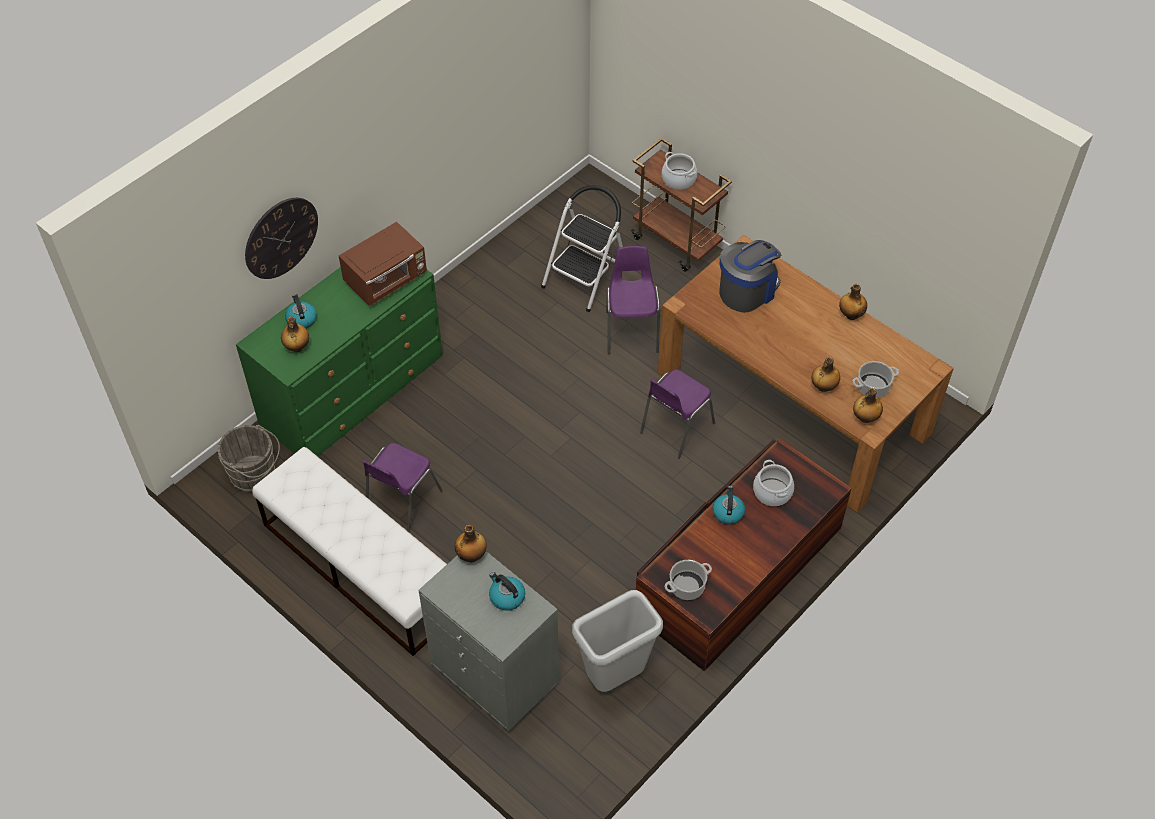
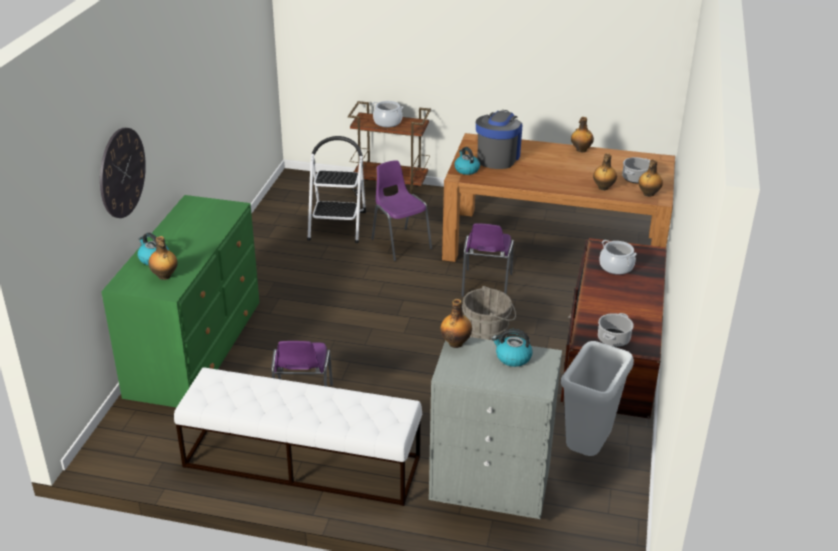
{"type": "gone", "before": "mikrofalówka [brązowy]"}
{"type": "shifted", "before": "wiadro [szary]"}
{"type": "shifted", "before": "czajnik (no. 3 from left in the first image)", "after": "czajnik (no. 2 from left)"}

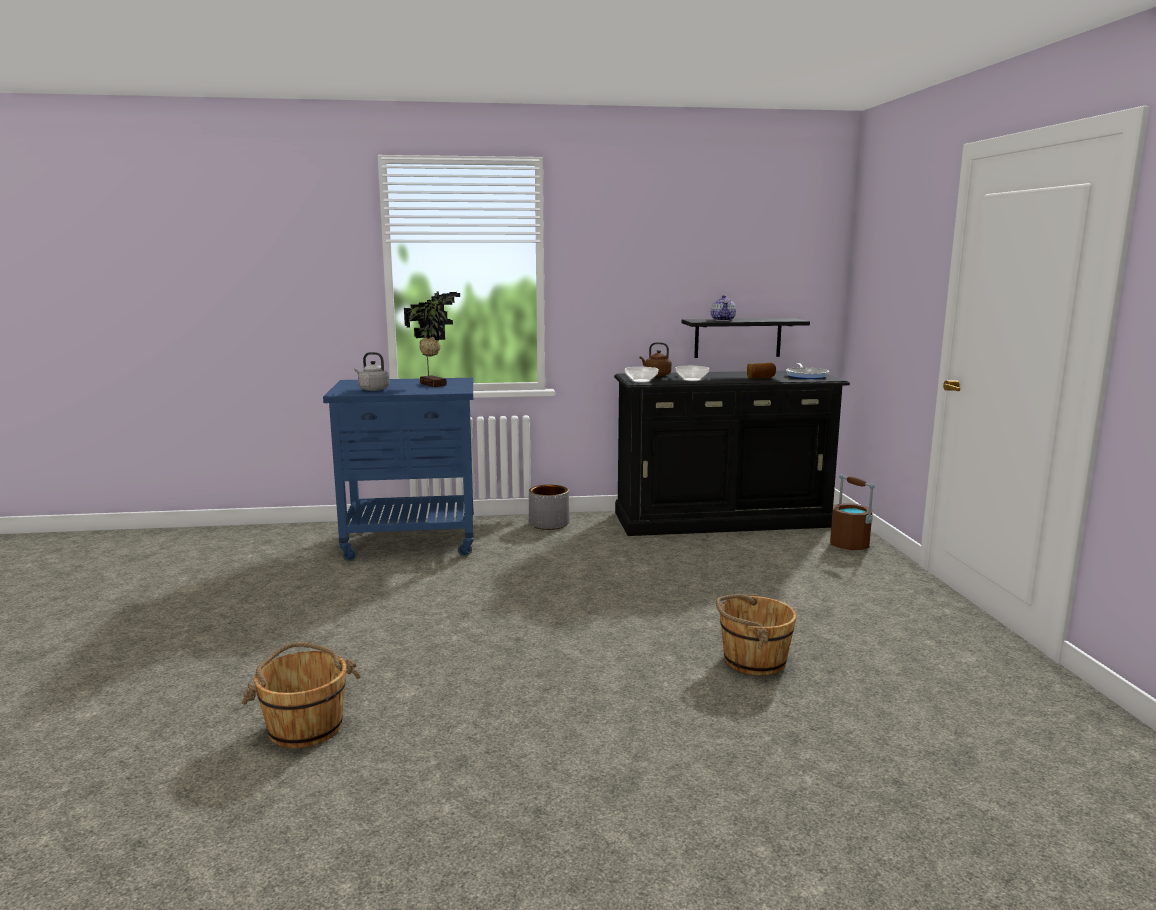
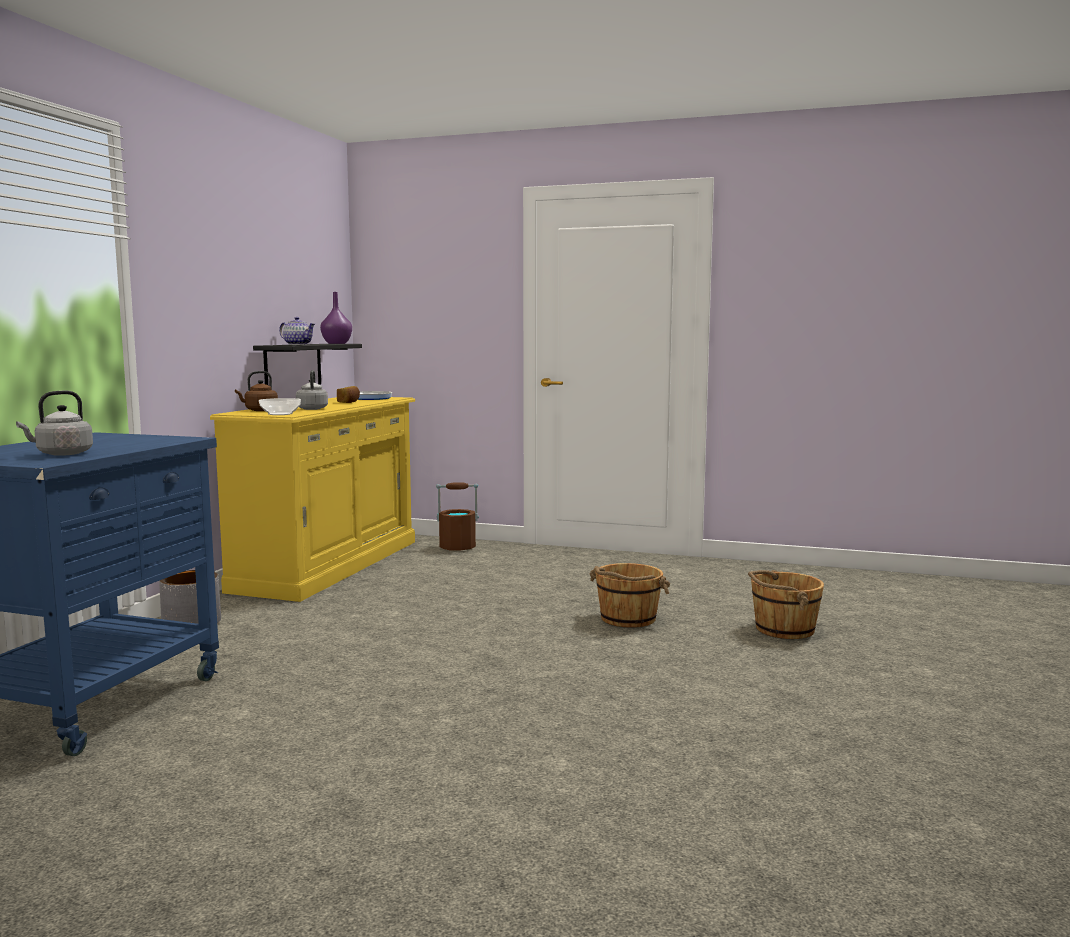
{"type": "gone", "before": "roślina doniczkowa"}
{"type": "new", "after": "wazon [fioletowy]"}
{"type": "shifted", "before": "wiadro [brązowy] (no. 1 from left in the first image)", "after": "wiadro [brązowy] (no. 3 from left)"}
{"type": "swapped", "before": "miska (no. 2 from left)", "after": "czajnik [szary] (no. 2 from left)"}
{"type": "repainted", "before": "szafka [czarny]", "after": "szafka [żółty]"}

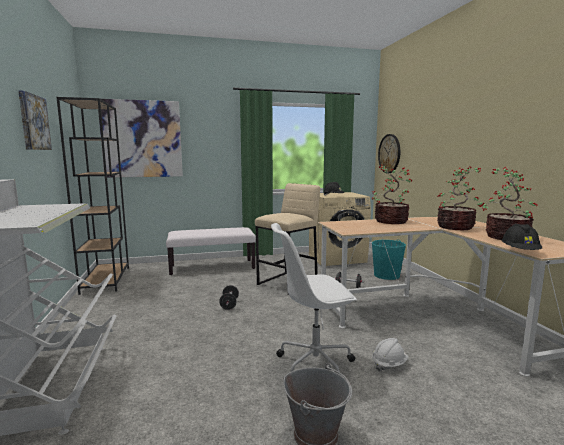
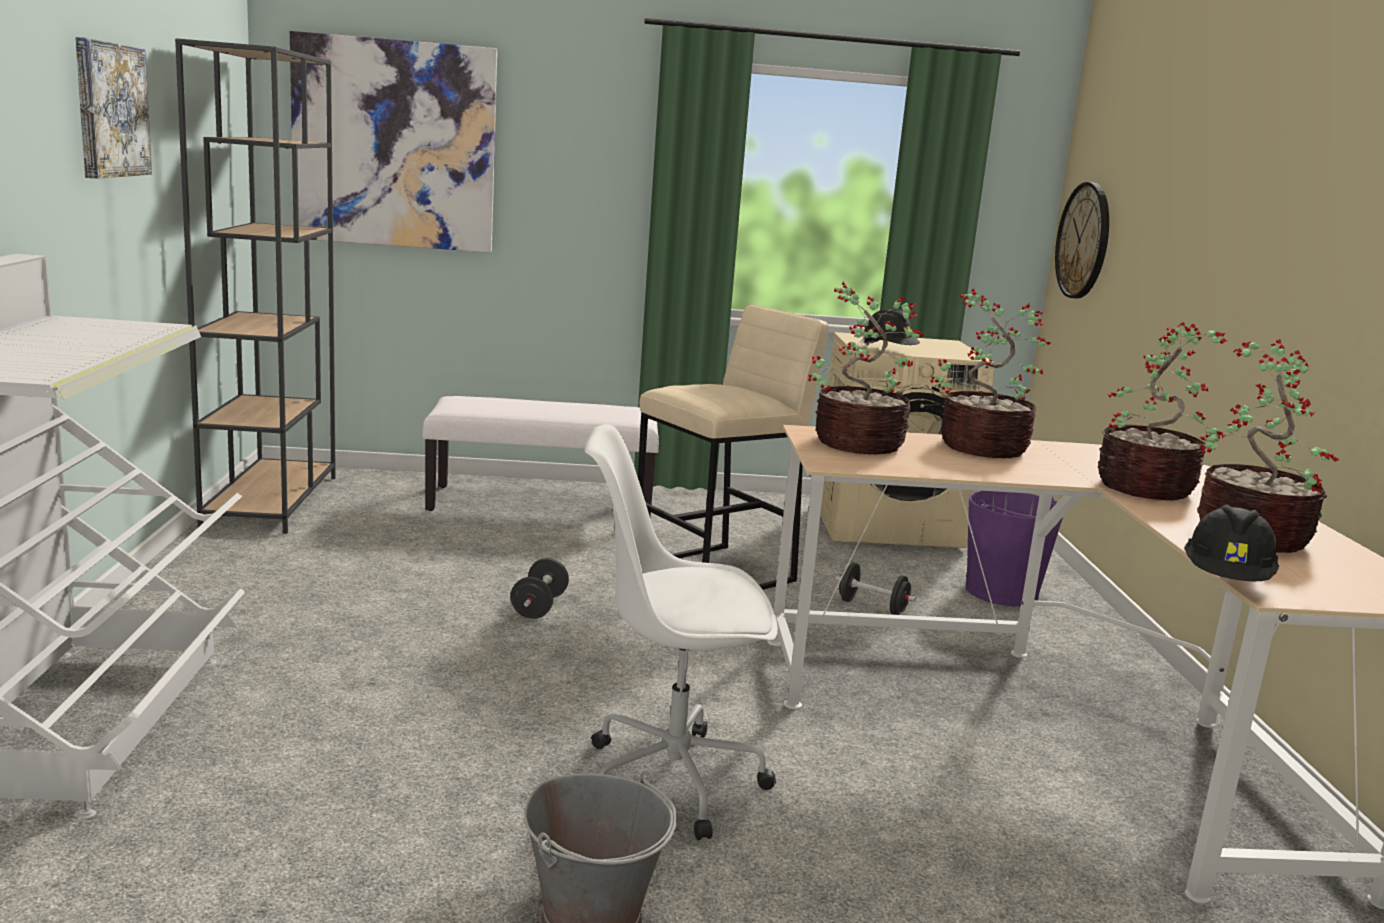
{"type": "gone", "before": "kask [biały]"}
{"type": "new", "after": "roślina doniczkowa (no. 1 from left)"}
{"type": "repainted", "before": "wiadro [turkusowy]", "after": "wiadro [fioletowy]"}

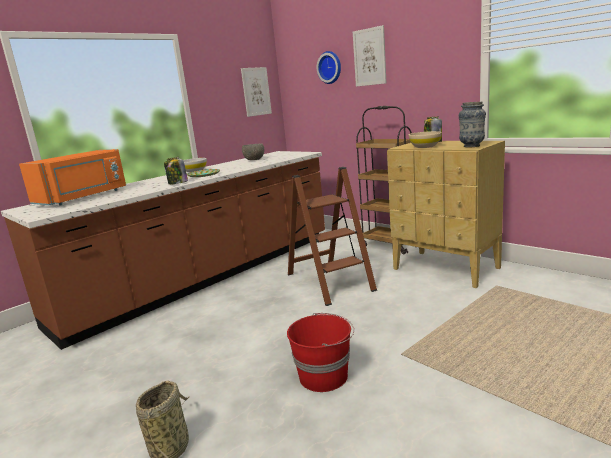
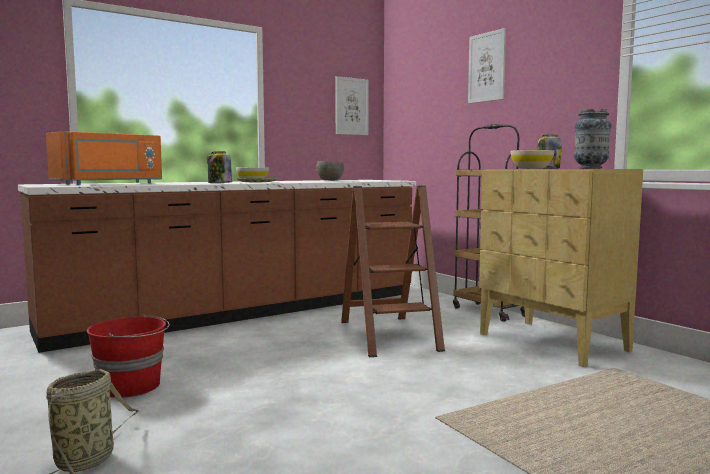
{"type": "gone", "before": "zegar ścienny"}
{"type": "shifted", "before": "wiadro [czerwony]"}

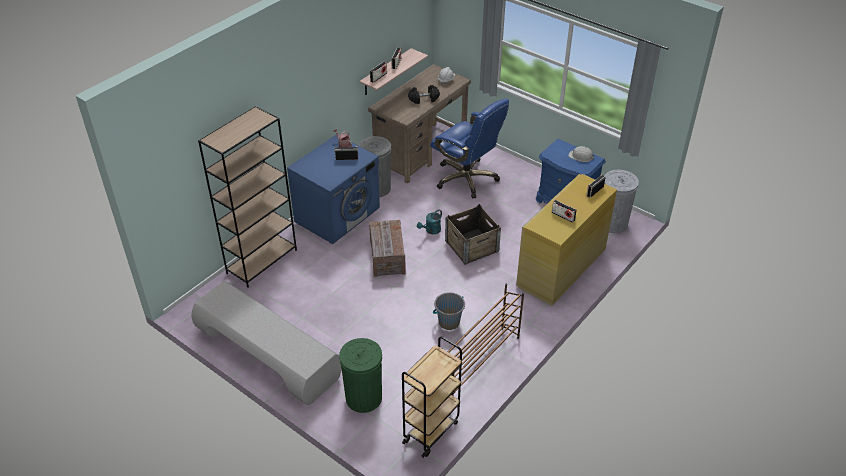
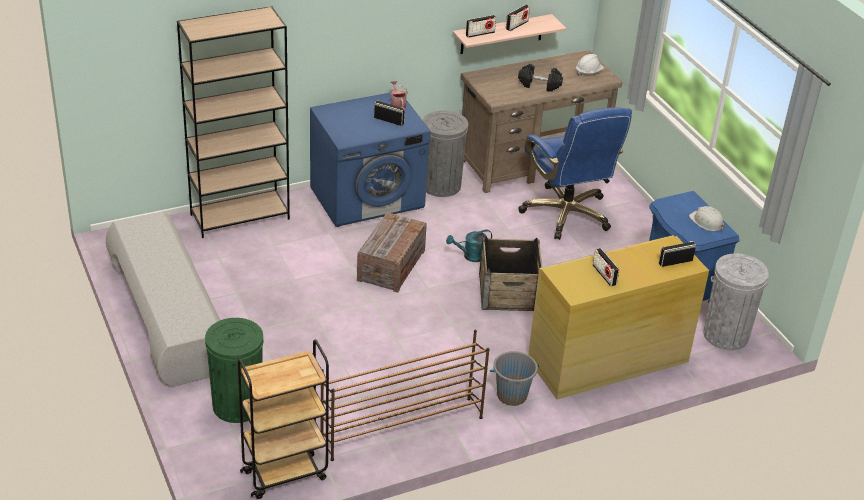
{"type": "shifted", "before": "wiadro [szary]"}

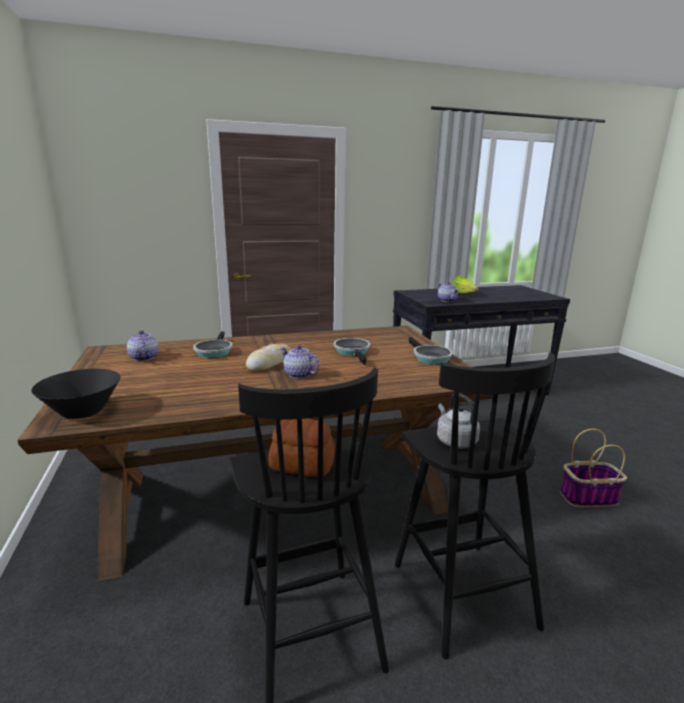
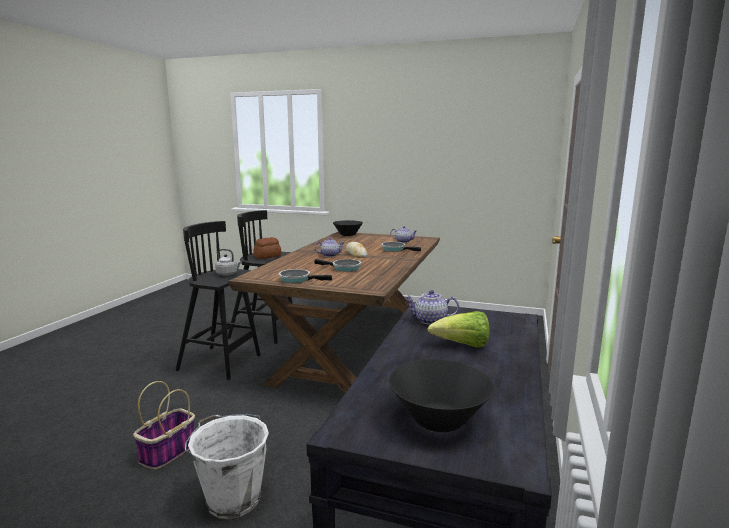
{"type": "new", "after": "wiadro [biały]"}
{"type": "new", "after": "miska [czarny] (no. 2 from left)"}

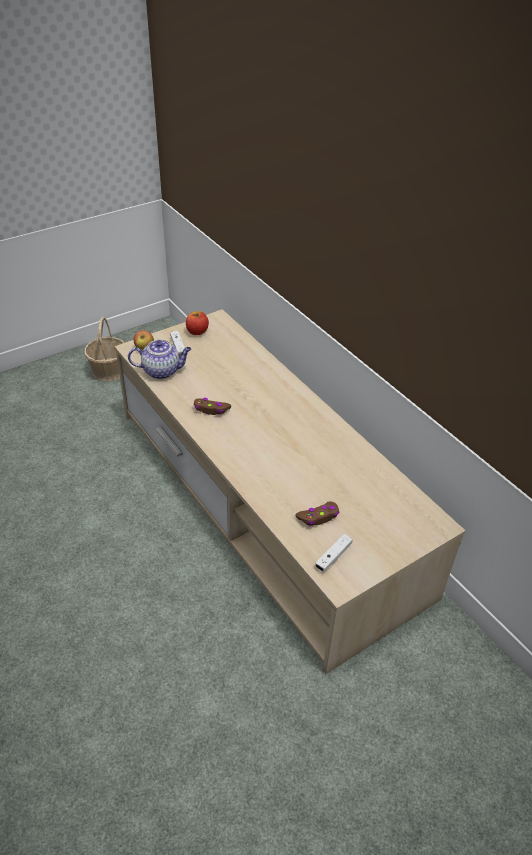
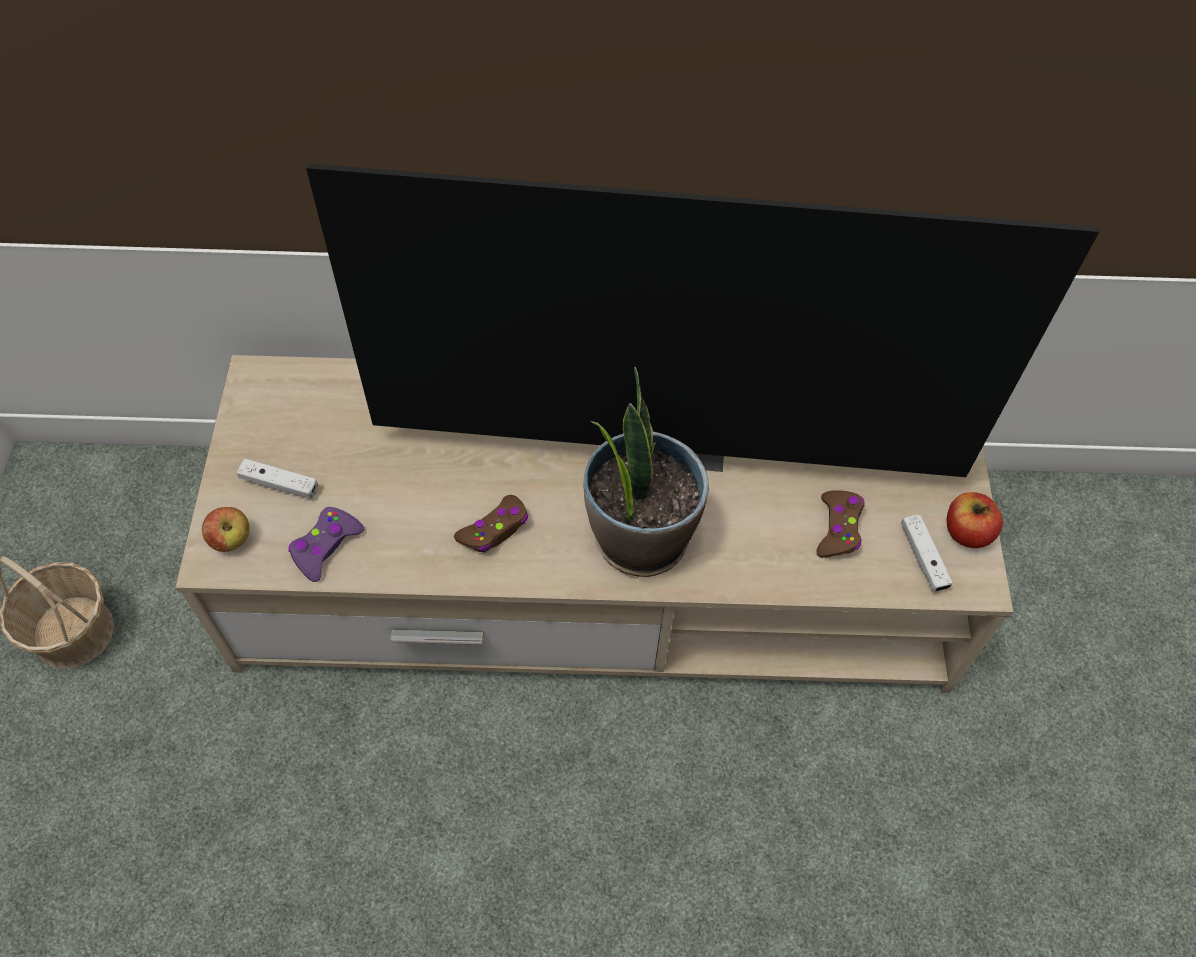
{"type": "new", "after": "telewizor"}
{"type": "new", "after": "roślina doniczkowa"}
{"type": "shifted", "before": "jabłko (no. 2 from left)"}
{"type": "swapped", "before": "imbryk", "after": "pad do gier [fioletowy]"}

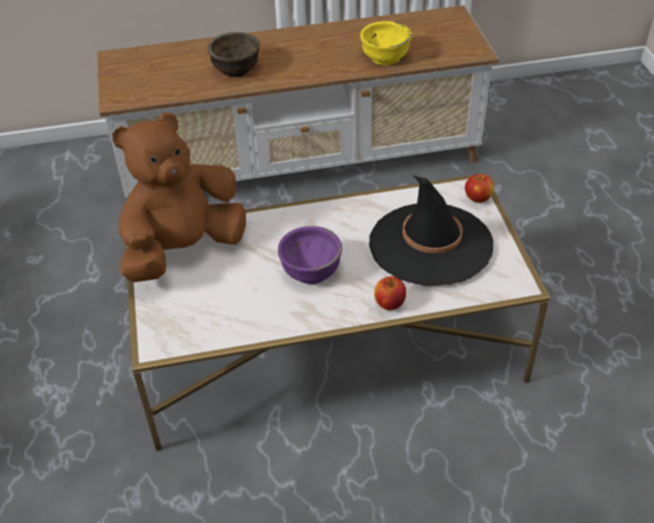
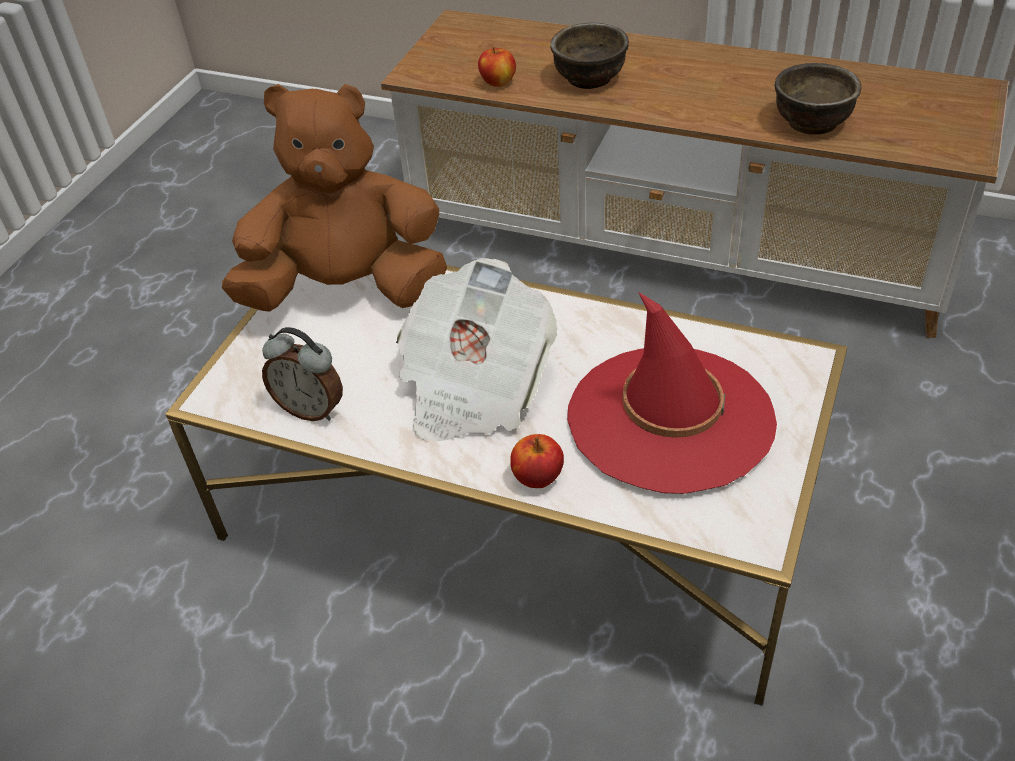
{"type": "new", "after": "budzik"}
{"type": "shifted", "before": "jabłko (no. 2 from left in the first image)", "after": "jabłko (no. 1 from left)"}
{"type": "swapped", "before": "miska [fioletowy]", "after": "gazeta"}
{"type": "repainted", "before": "miska [żółty]", "after": "miska [brązowy] (no. 2 from left)"}
{"type": "repainted", "before": "kapelusz [czarny]", "after": "kapelusz [czerwony]"}

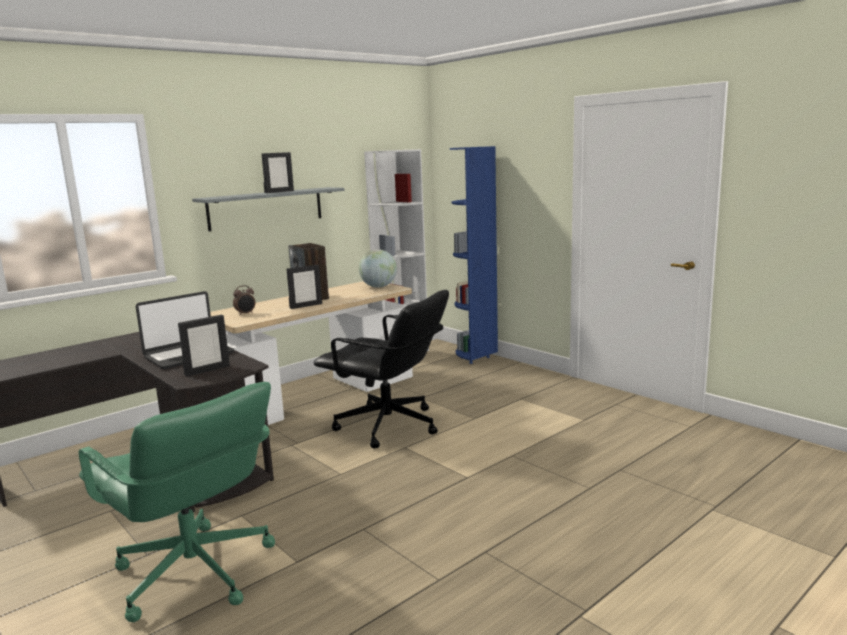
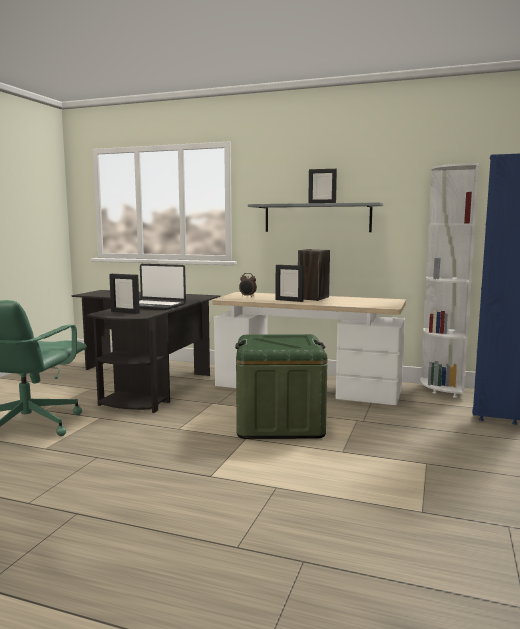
{"type": "gone", "before": "globus"}
{"type": "swapped", "before": "krzesło biurowe [czarny]", "after": "pojemnik do przechowywania [zielony]"}

